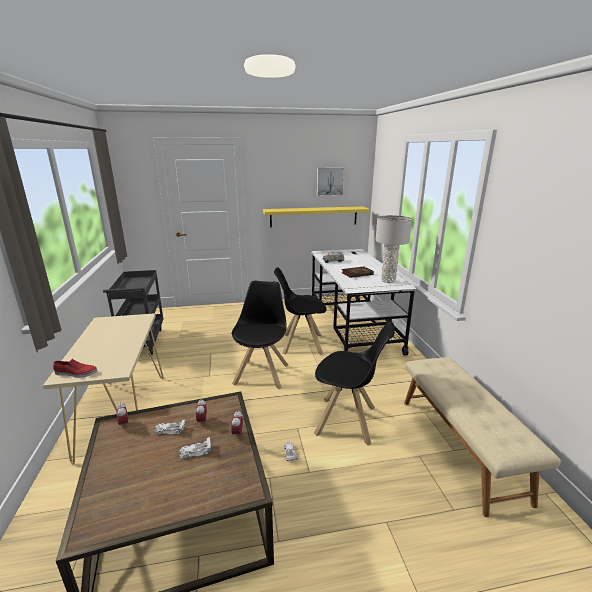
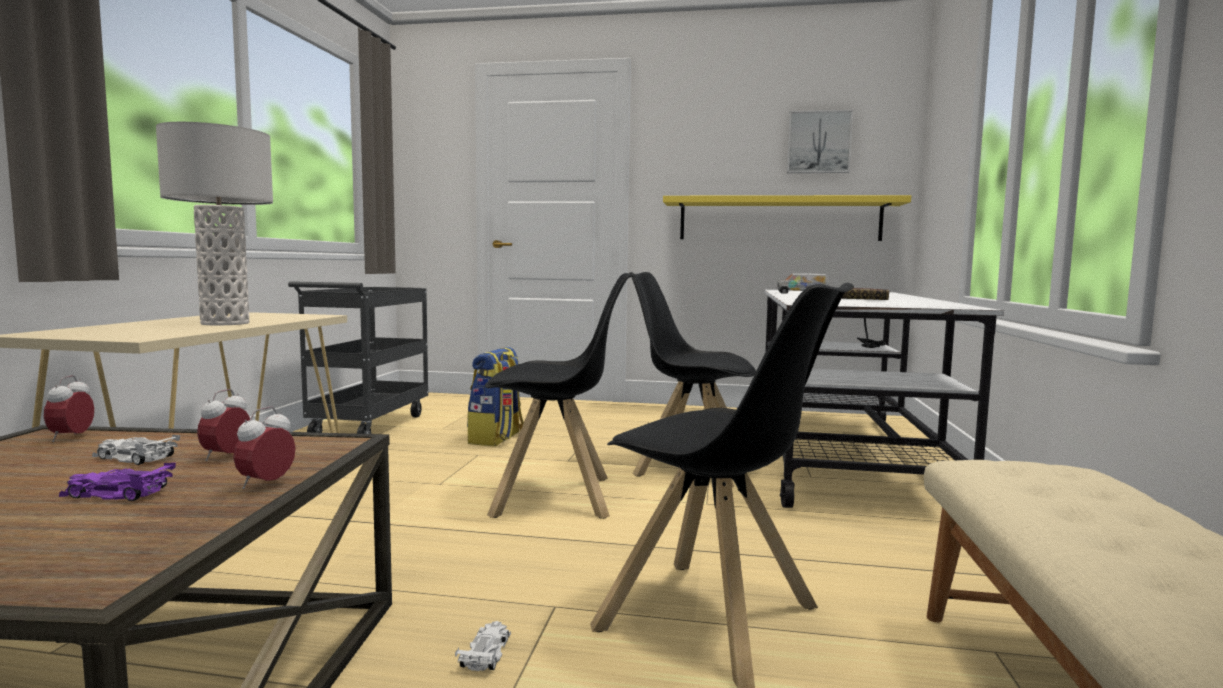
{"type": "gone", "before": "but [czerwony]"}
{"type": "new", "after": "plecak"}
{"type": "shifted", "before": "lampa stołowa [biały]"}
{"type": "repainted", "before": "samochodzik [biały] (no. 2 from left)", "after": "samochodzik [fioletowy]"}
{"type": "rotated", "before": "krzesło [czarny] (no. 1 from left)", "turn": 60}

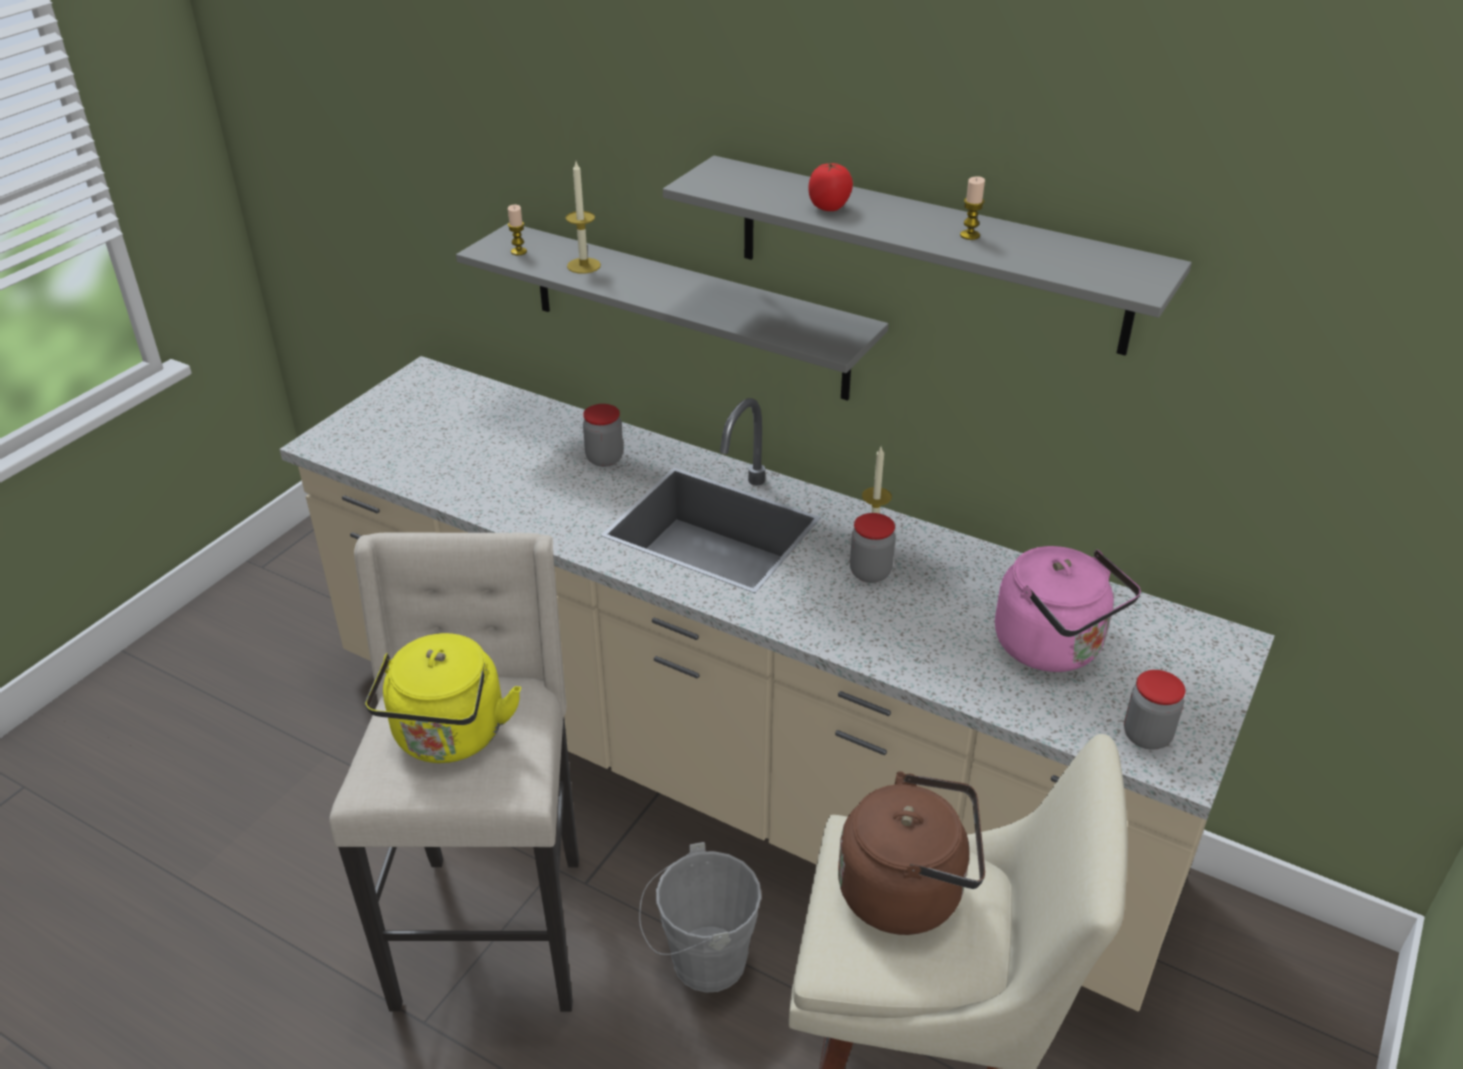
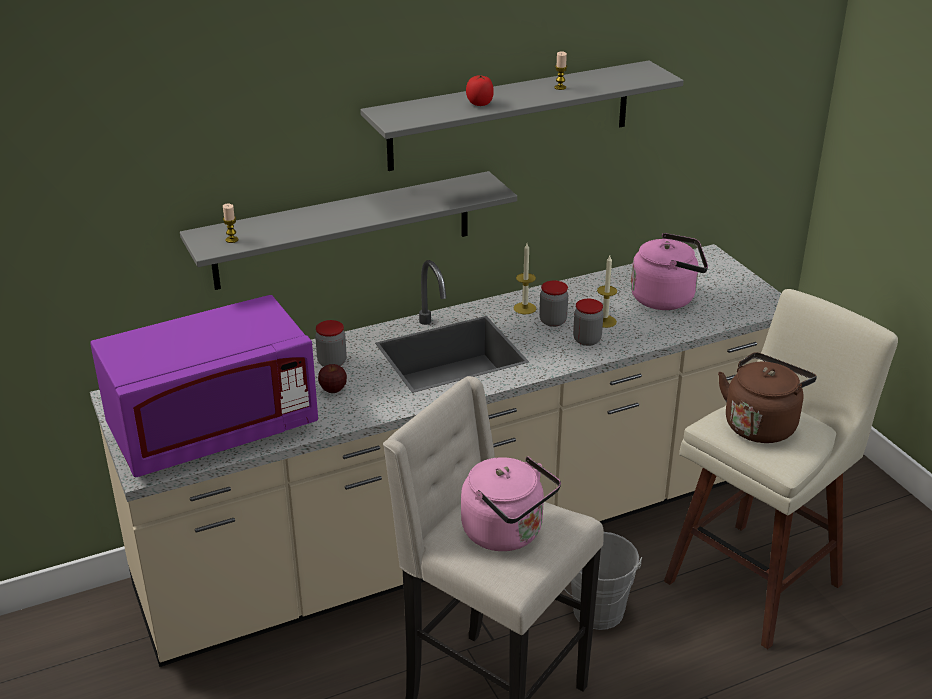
{"type": "new", "after": "mikrofalówka [fioletowy]"}
{"type": "new", "after": "jabłko"}
{"type": "shifted", "before": "świeca (no. 2 from left in the first image)", "after": "świeca (no. 4 from left)"}
{"type": "shifted", "before": "słoik (no. 3 from left)"}
{"type": "repainted", "before": "czajnik [żółty]", "after": "czajnik [różowy] (no. 1 from left)"}

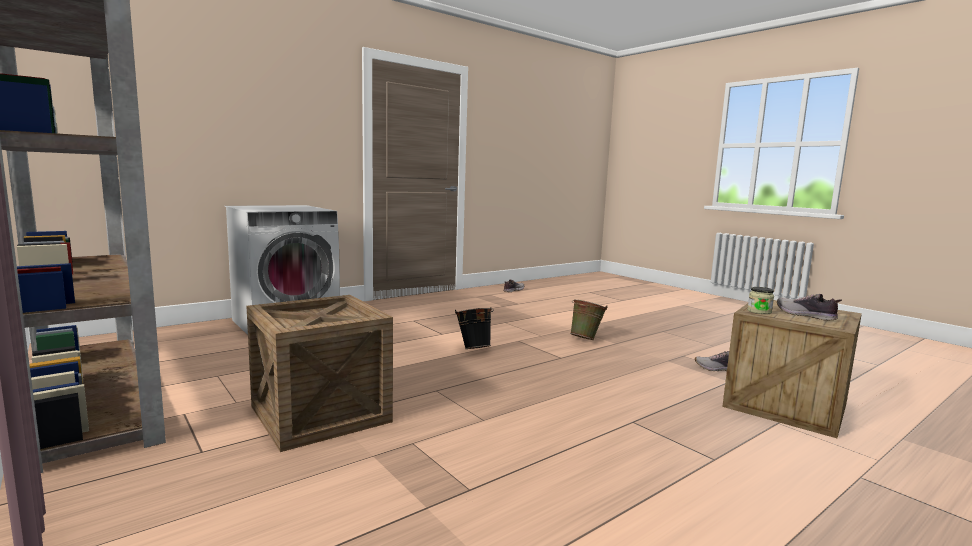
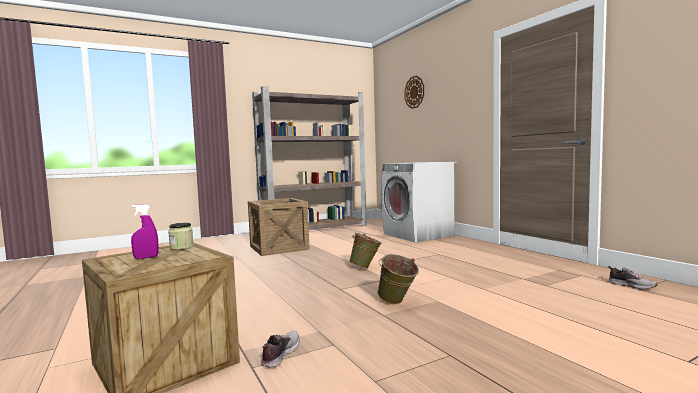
{"type": "new", "after": "zegar ścienny"}
{"type": "swapped", "before": "but (no. 3 from left)", "after": "spryskiwacz [fioletowy]"}
{"type": "repainted", "before": "wiadro [czarny]", "after": "wiadro [zielony] (no. 1 from left)"}

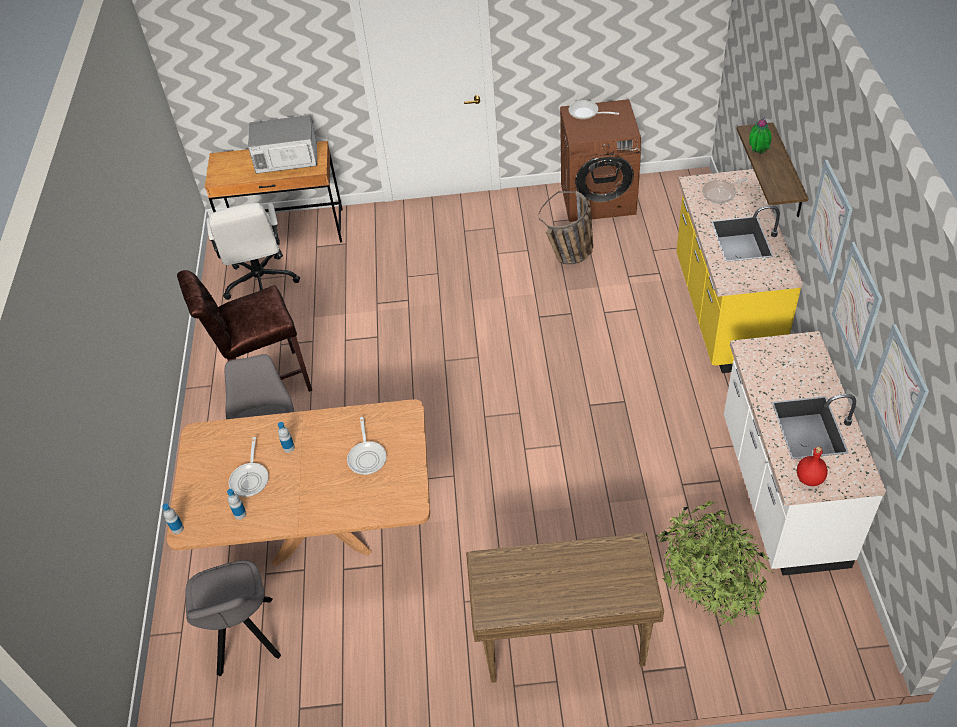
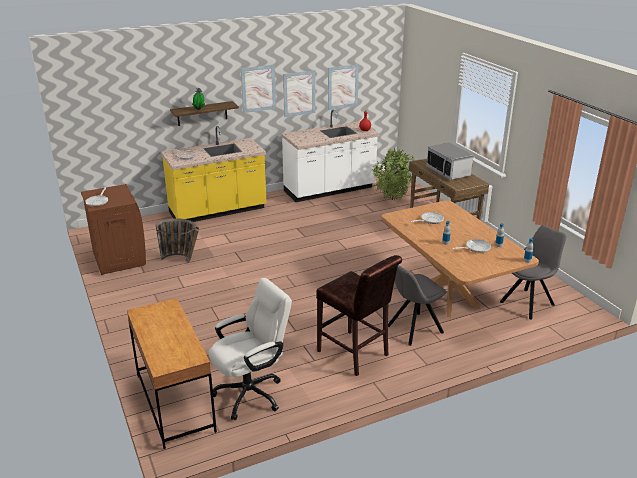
{"type": "shifted", "before": "mikrofalówka"}

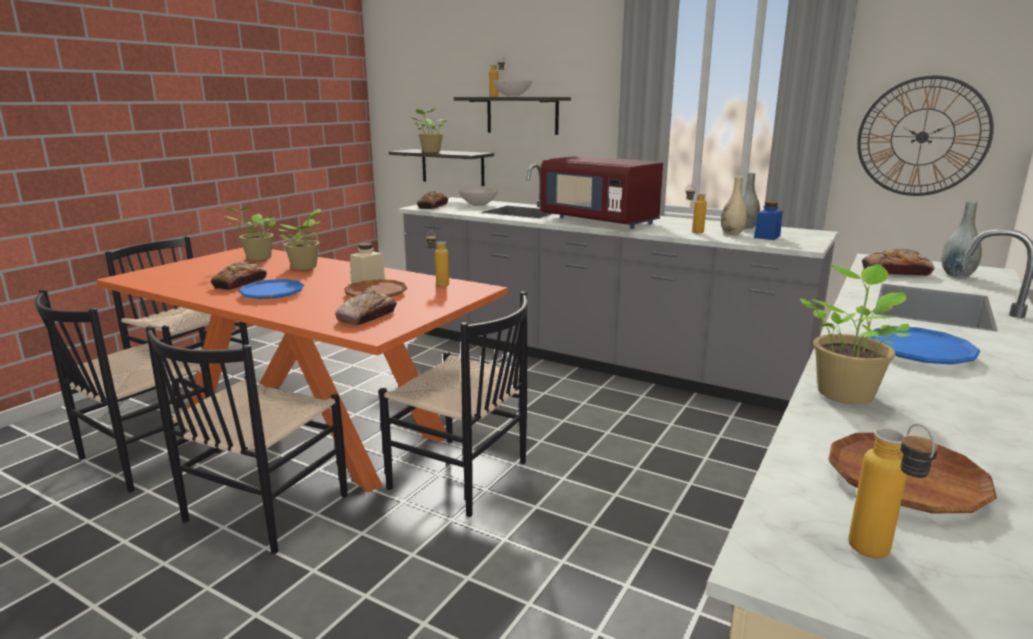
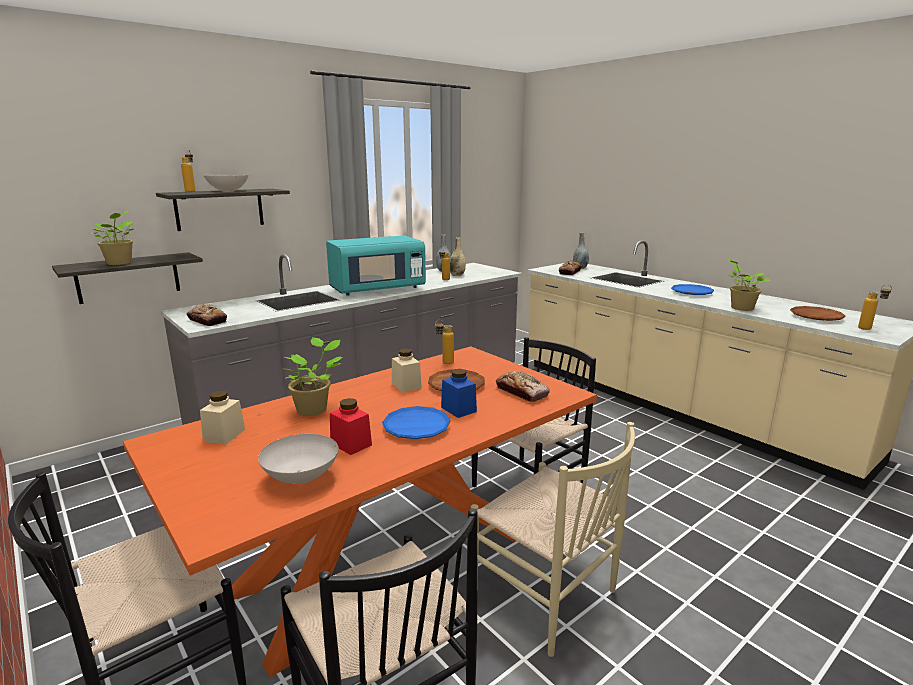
{"type": "gone", "before": "zegar ścienny"}
{"type": "shifted", "before": "miska [biały] (no. 1 from left in the first image)", "after": "miska [biały] (no. 2 from left)"}
{"type": "shifted", "before": "słoik [niebieski]"}
{"type": "swapped", "before": "chleb (no. 1 from left)", "after": "słoik [czerwony]"}
{"type": "swapped", "before": "roślina doniczkowa (no. 1 from left)", "after": "słoik [beżowy] (no. 1 from left)"}
{"type": "repainted", "before": "krzesło [czarny] (no. 3 from left)", "after": "krzesło [beżowy]"}
{"type": "repainted", "before": "mikrofalówka [czerwony]", "after": "mikrofalówka [turkusowy]"}

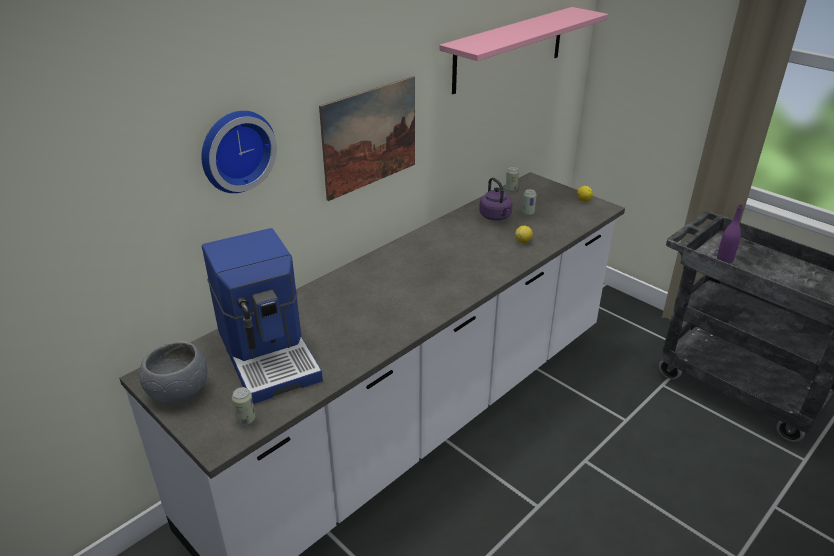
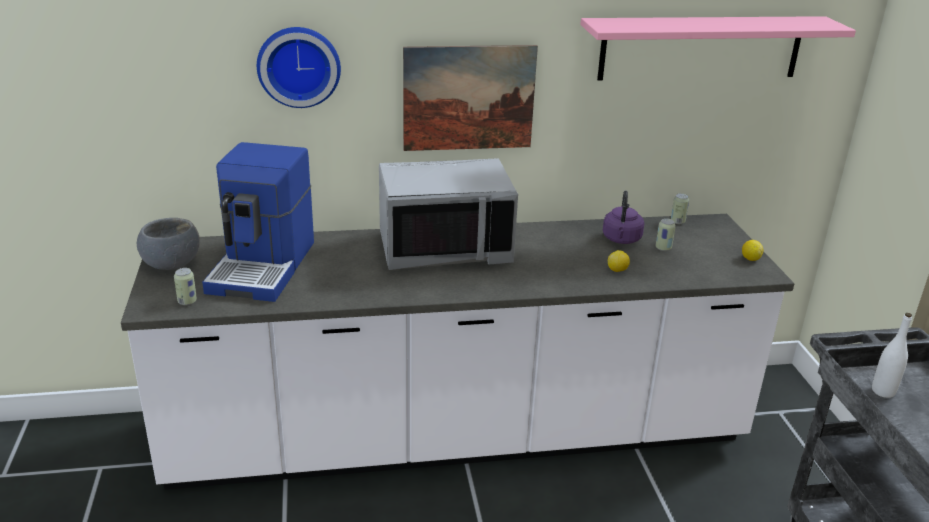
{"type": "new", "after": "mikrofalówka [szary]"}
{"type": "repainted", "before": "butelka [fioletowy]", "after": "butelka [biały]"}

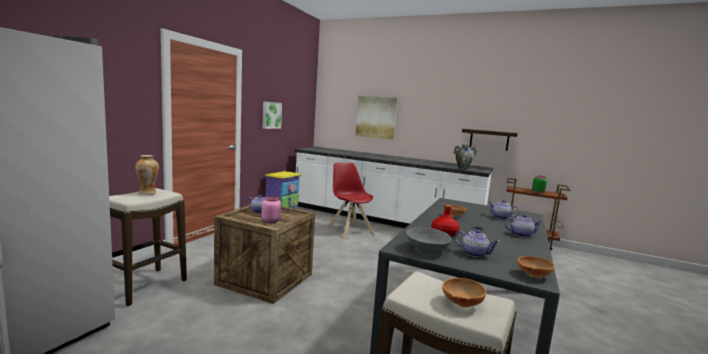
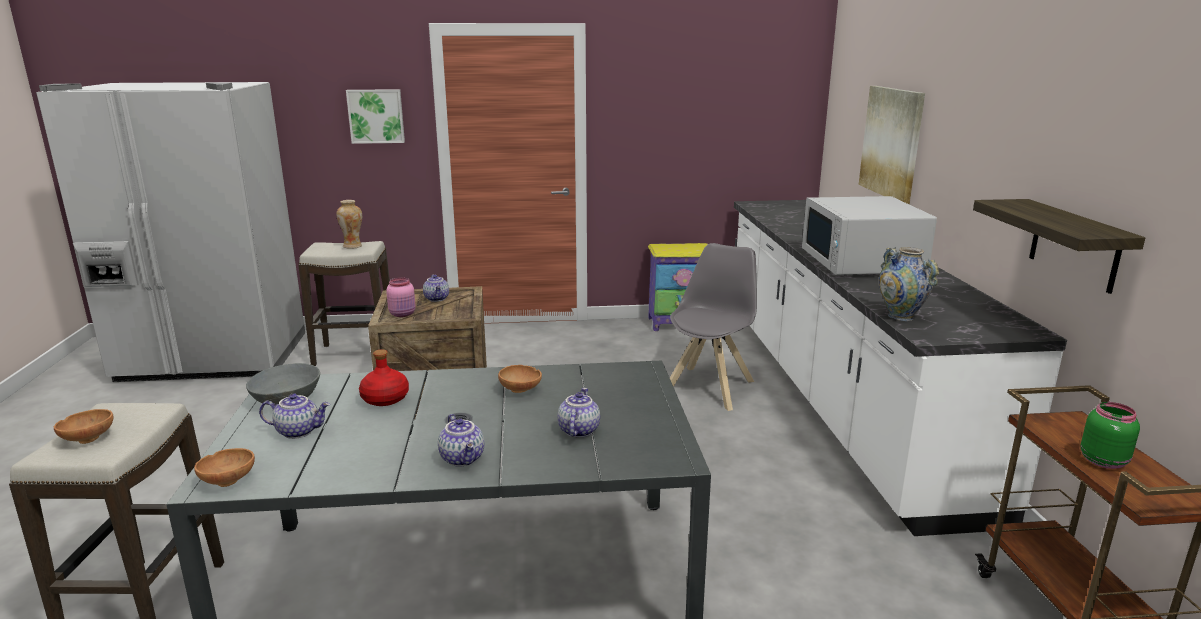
{"type": "new", "after": "mikrofalówka [biały]"}
{"type": "shifted", "before": "obraz (no. 1 from left)"}
{"type": "repainted", "before": "krzesło [czerwony]", "after": "krzesło [szary]"}
{"type": "rotated", "before": "imbryk (no. 2 from left in the first image)", "turn": -90}

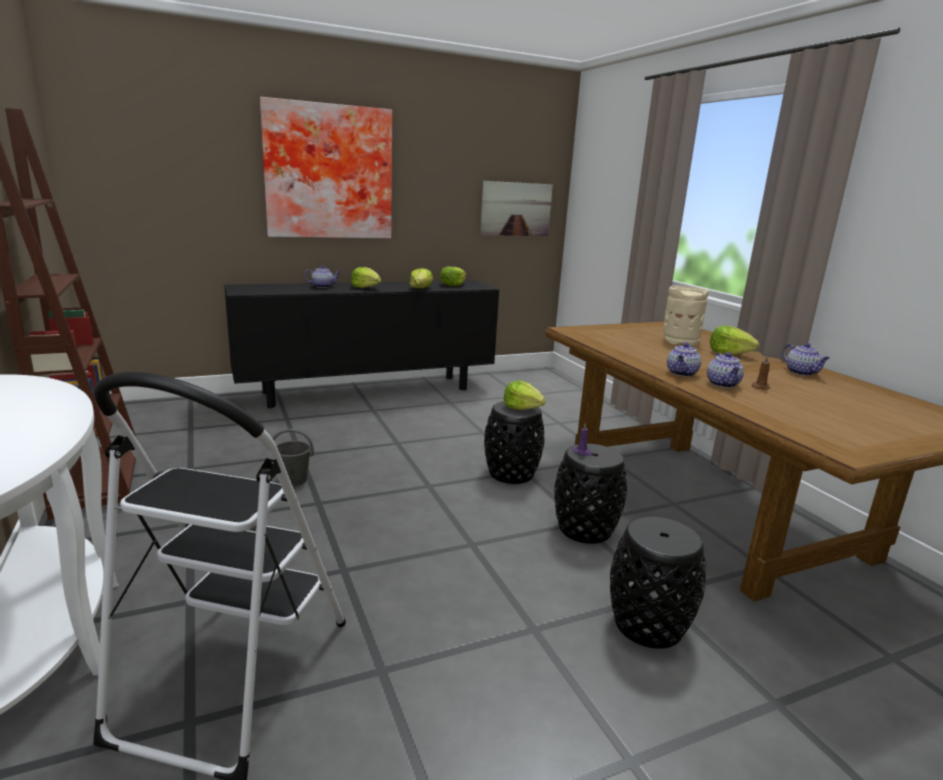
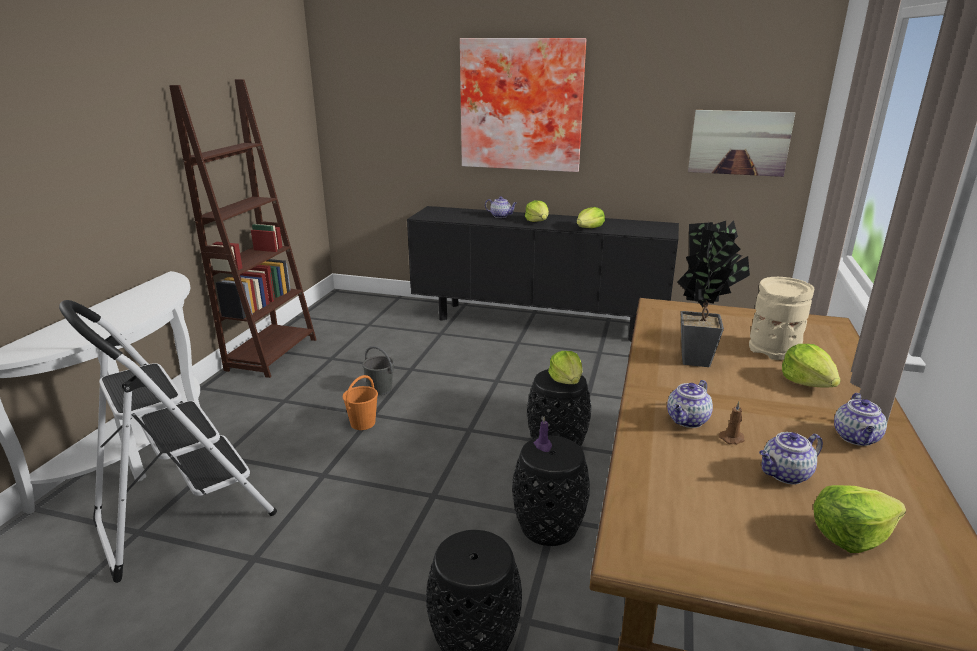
{"type": "new", "after": "wiadro [pomarańczowy]"}
{"type": "new", "after": "roślina doniczkowa"}
{"type": "shifted", "before": "sałata (no. 3 from left in the first image)", "after": "sałata (no. 5 from left)"}
{"type": "shifted", "before": "imbryk (no. 2 from left in the first image)", "after": "imbryk (no. 3 from left)"}

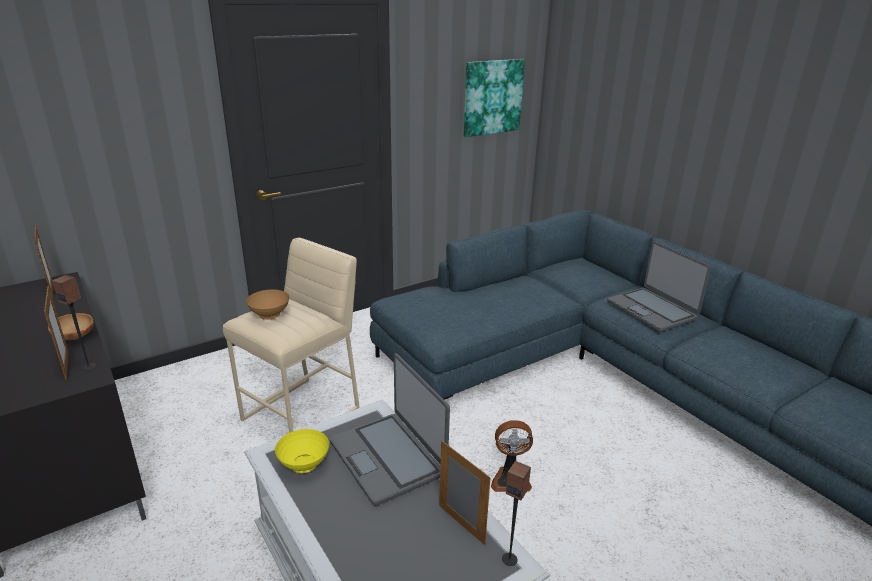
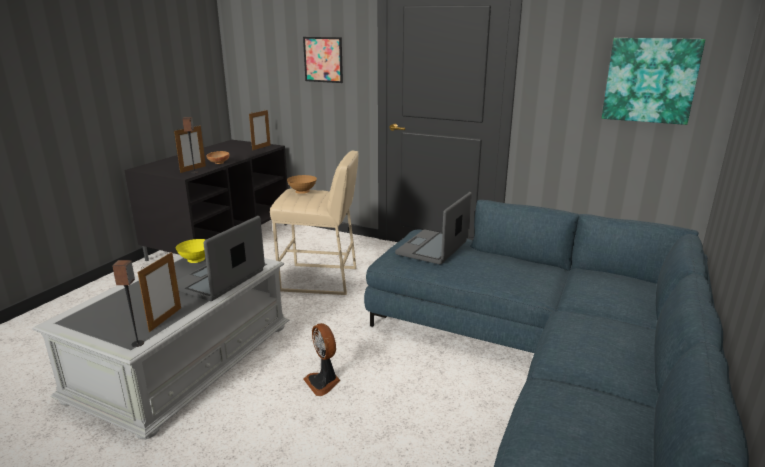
{"type": "new", "after": "obraz (no. 1 from left)"}
{"type": "shifted", "before": "laptop (no. 2 from left)"}

